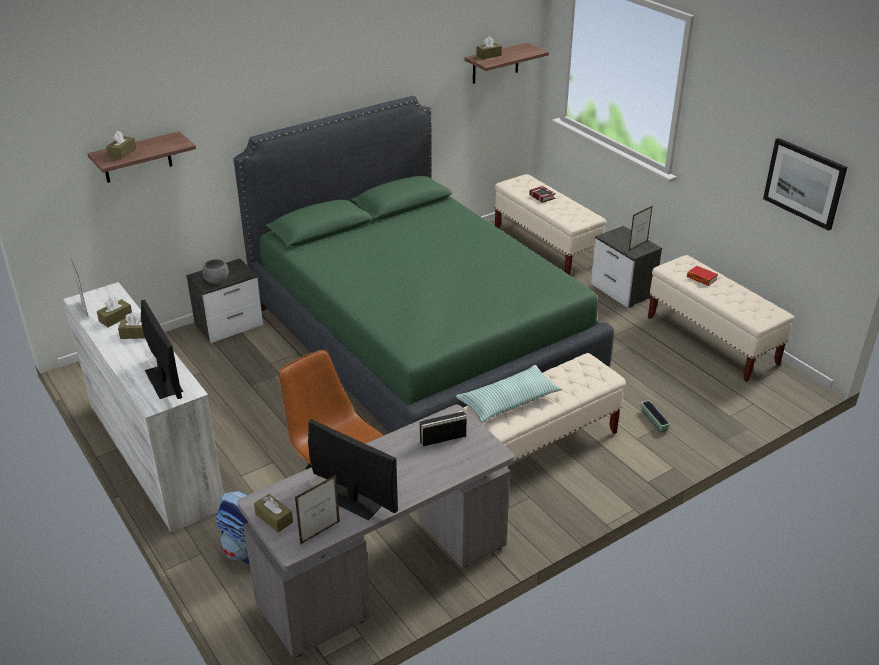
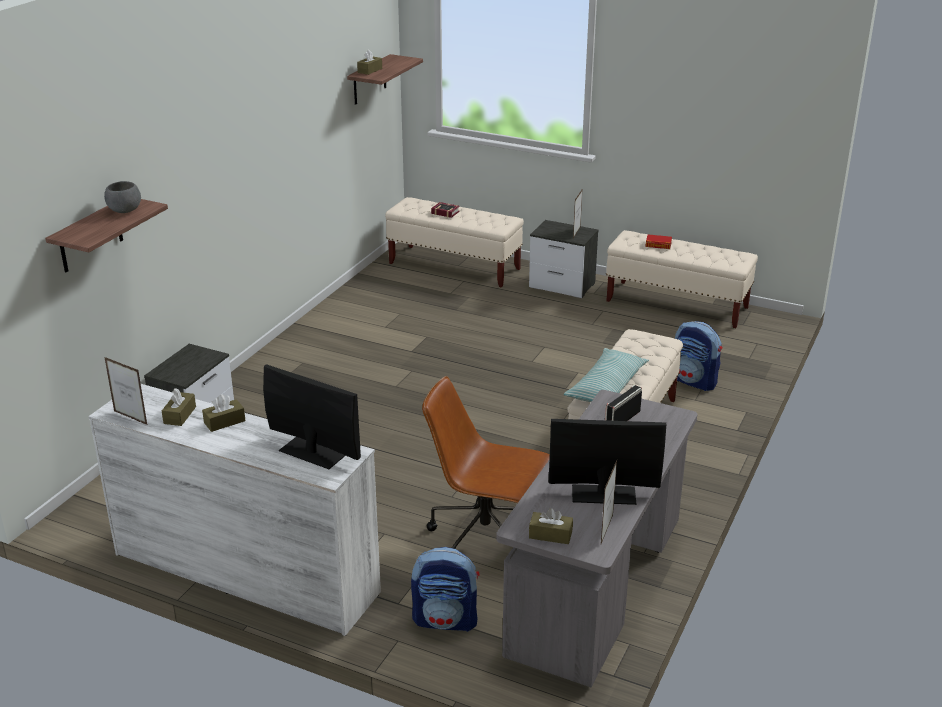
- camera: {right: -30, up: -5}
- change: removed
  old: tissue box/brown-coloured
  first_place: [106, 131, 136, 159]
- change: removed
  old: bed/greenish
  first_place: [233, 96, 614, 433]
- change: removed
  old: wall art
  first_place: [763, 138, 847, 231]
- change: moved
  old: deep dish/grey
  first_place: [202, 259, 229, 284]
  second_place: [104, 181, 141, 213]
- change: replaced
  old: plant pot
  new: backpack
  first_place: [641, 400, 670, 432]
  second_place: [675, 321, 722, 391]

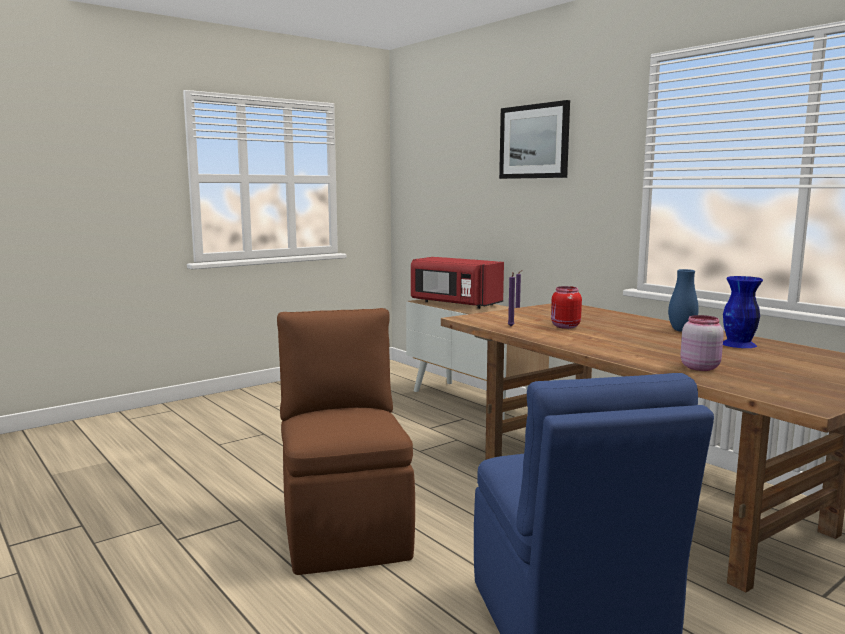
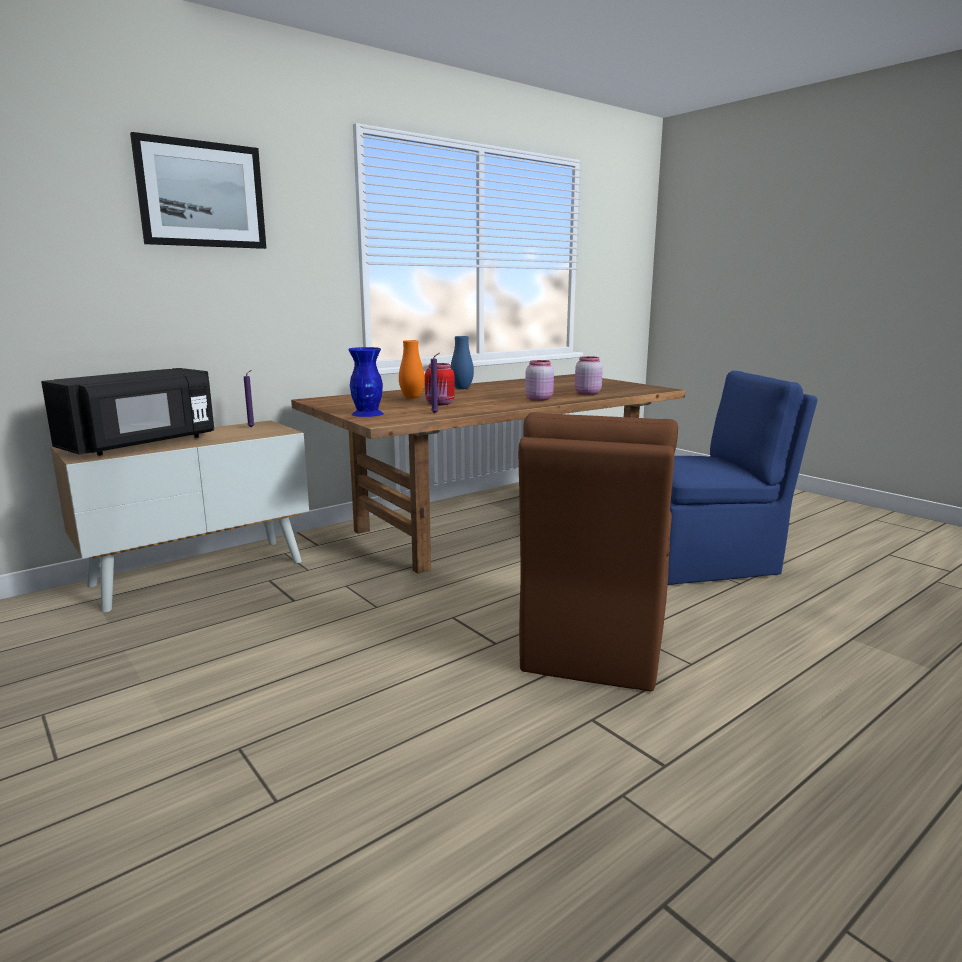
- camera: {right: -90, up: 5}
- change: added
  new: vase/orange
  second_place: [399, 340, 425, 398]
- change: added
  new: preserve jar/pinkish
  second_place: [525, 360, 554, 401]
- change: moved
  old: vase/bluish
  first_place: [723, 276, 763, 348]
  second_place: [348, 347, 384, 417]
- change: recoloured
  old: microwave oven/reddish
  new: microwave oven/black
  first_place: [411, 257, 504, 309]
  second_place: [41, 368, 214, 456]
- change: turned
  old: plain chair/brown-coloured
  first_place: [277, 308, 415, 575]
  second_place: [518, 412, 678, 691]
  degrees: -60

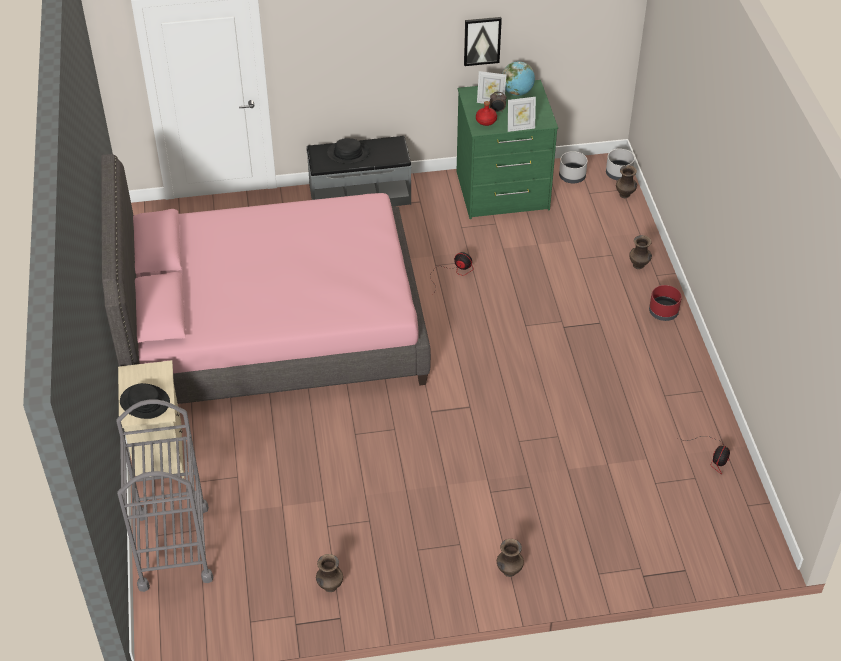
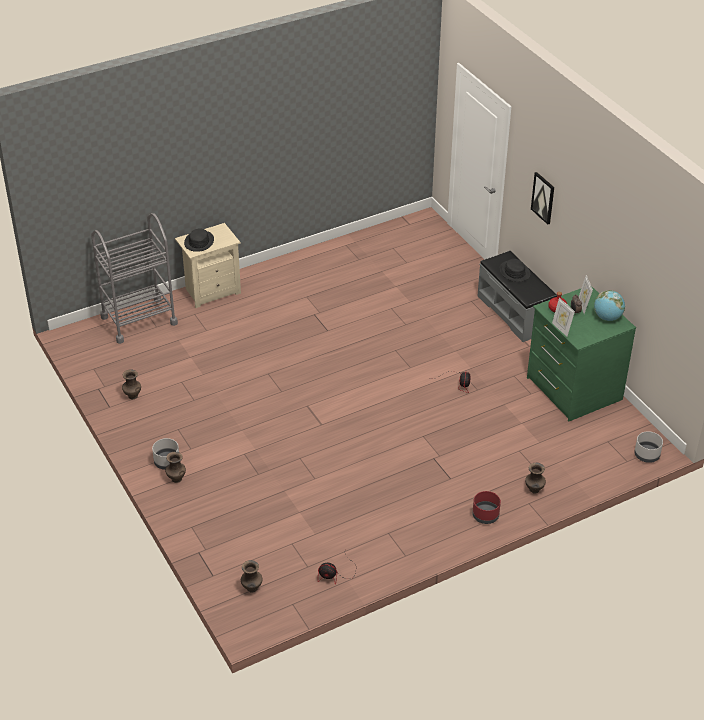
- camera: {right: 70, up: -5}
- change: removed
  old: bed/pinkish
  first_place: [101, 154, 431, 404]
- change: moved
  old: wall art
  first_place: [464, 17, 502, 66]
  second_place: [531, 172, 554, 224]
- change: moved
  old: plant pot/grey
  first_place: [559, 151, 588, 183]
  second_place: [152, 438, 179, 470]
- change: moved
  old: vase/brown-coloured
  first_place: [616, 165, 637, 198]
  second_place: [241, 560, 262, 593]

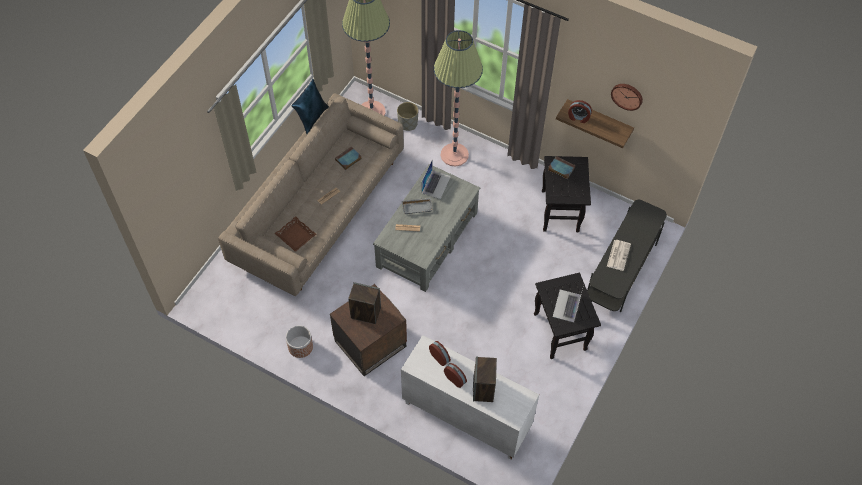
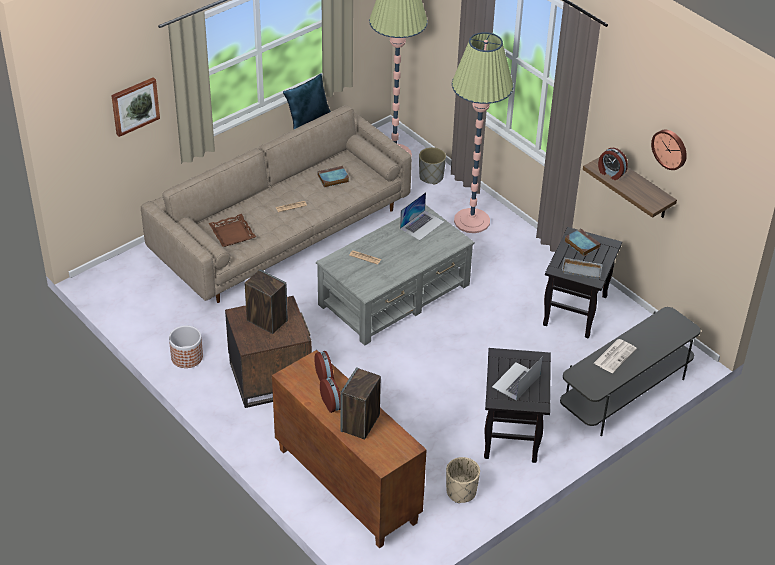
- camera: {right: 20, up: -15}
- change: added
  new: wall art
  second_place: [111, 77, 160, 137]
- change: added
  new: plant pot/sand-coloured
  second_place: [446, 457, 480, 503]
- change: moved
  old: carrying tray/grey
  first_place: [402, 198, 433, 214]
  second_place: [562, 257, 603, 279]
- change: recoloured
  old: storage cabinet/whitish
  new: storage cabinet/brown-coloured
  first_place: [401, 335, 539, 460]
  second_place: [272, 350, 427, 548]

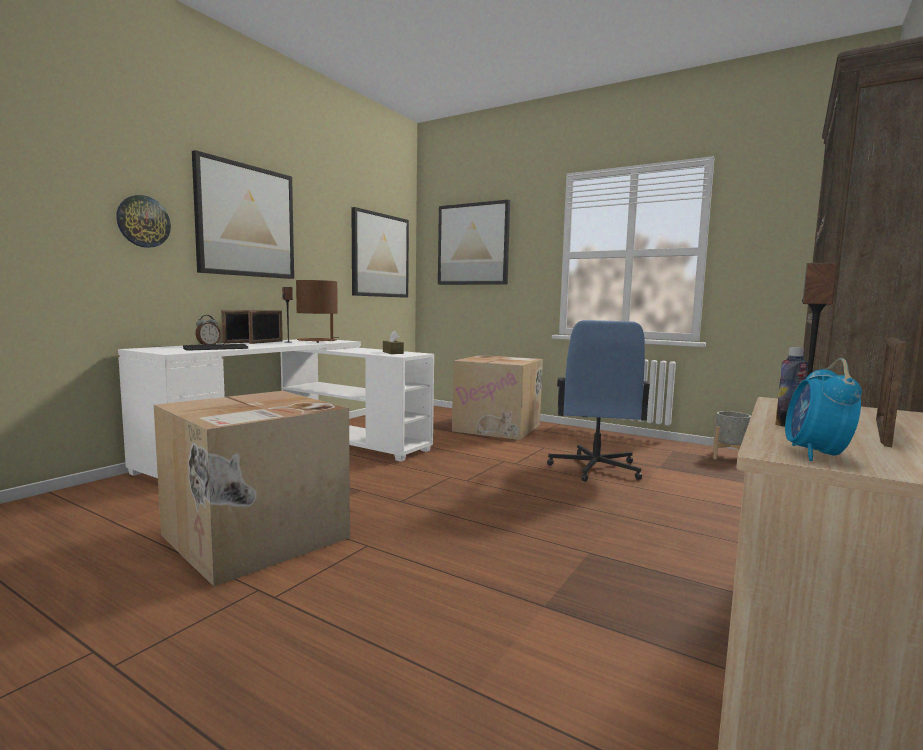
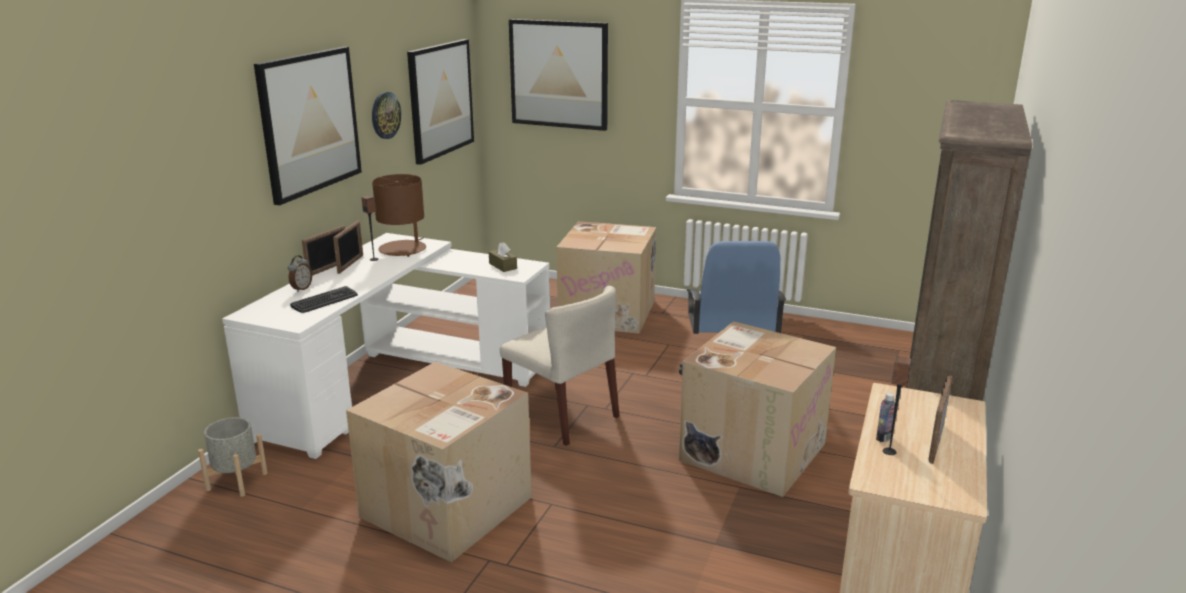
- camera: {right: -10, up: 15}
- change: removed
  old: bedside clock
  first_place: [785, 358, 862, 461]
- change: added
  new: plain chair/sand-coloured
  second_place: [500, 286, 620, 446]
- change: added
  new: packing box
  second_place: [678, 321, 836, 497]
- change: moved
  old: wall clock
  first_place: [116, 195, 171, 248]
  second_place: [372, 92, 401, 139]
- change: moved
  old: plant pot/grey
  first_place: [713, 411, 751, 459]
  second_place: [198, 417, 268, 497]

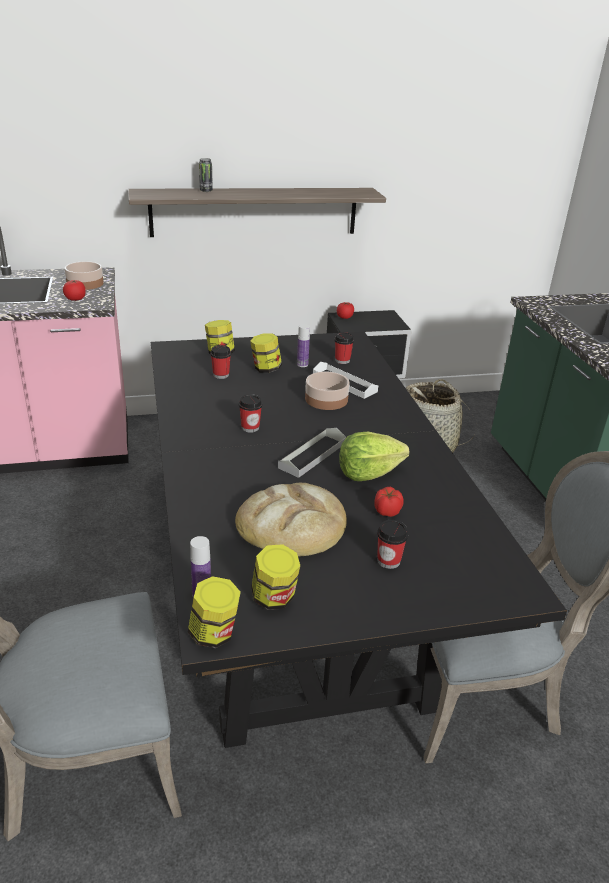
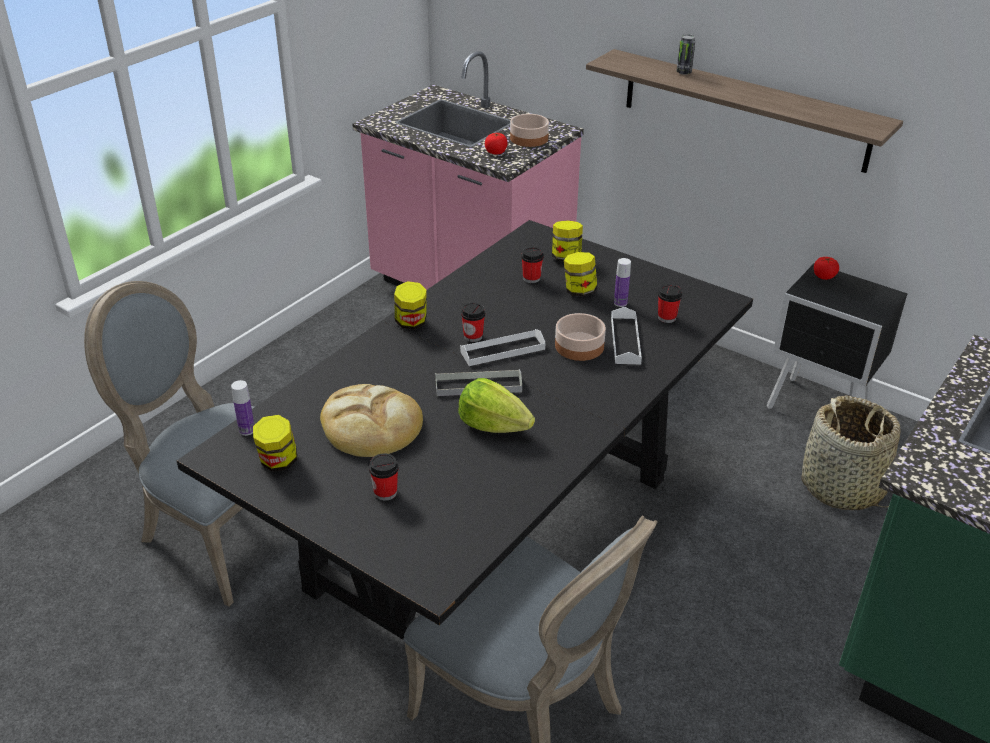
- camera: {right: 50, up: 5}
- change: removed
  old: fresh tomato
  first_place: [374, 487, 404, 517]
- change: added
  new: carrying tray/whitish
  second_place: [460, 329, 546, 366]
- change: moved
  old: preserve jar
  first_place: [188, 576, 241, 648]
  second_place: [394, 281, 427, 330]

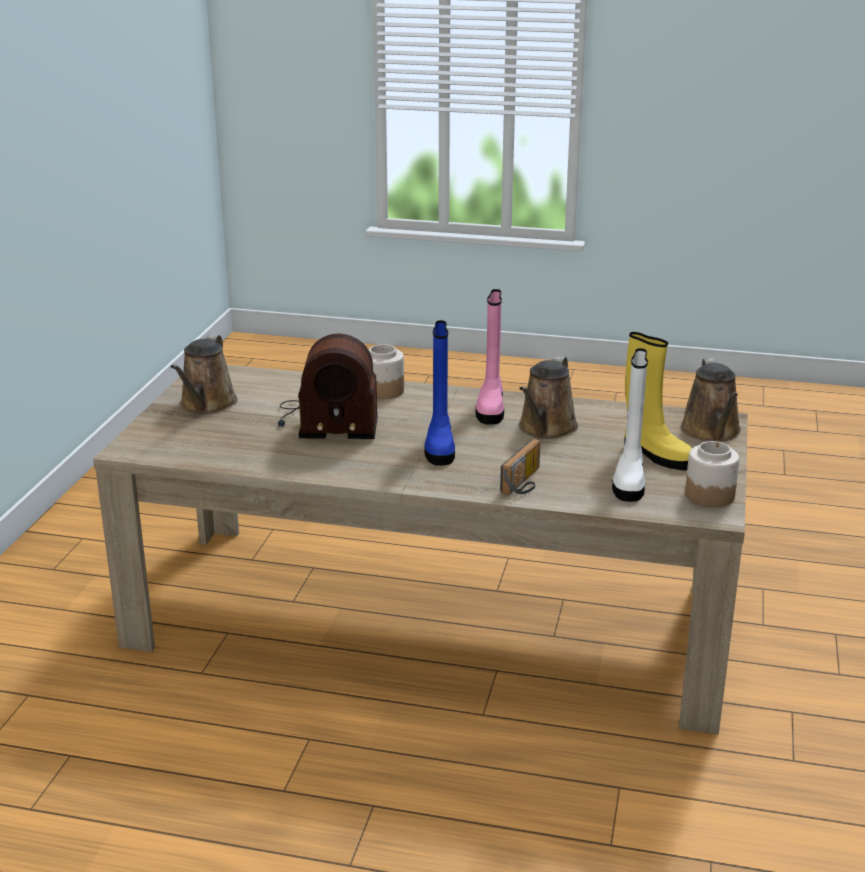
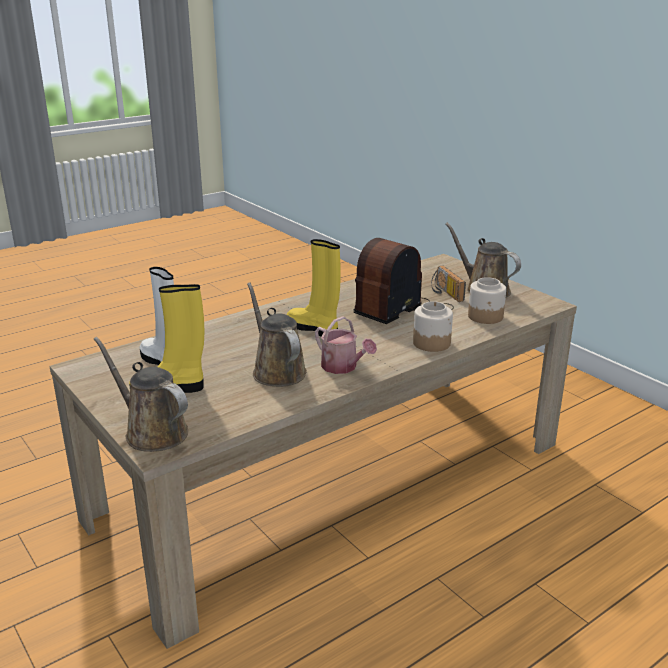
- camera: {right: 130, up: 0}
- change: moved
  old: radio set
  first_place: [500, 439, 541, 495]
  second_place: [431, 266, 466, 302]
- change: moved
  old: preserve jar
  first_place: [685, 441, 739, 507]
  second_place: [468, 277, 506, 324]
- change: replaced
  old: tall boot/pinkish
  new: sprinkling can
  first_place: [476, 289, 504, 425]
  second_place: [315, 316, 377, 374]
- change: recoloured
  old: tall boot/bluish
  new: tall boot/yellow
  first_place: [424, 320, 455, 466]
  second_place: [286, 239, 341, 337]

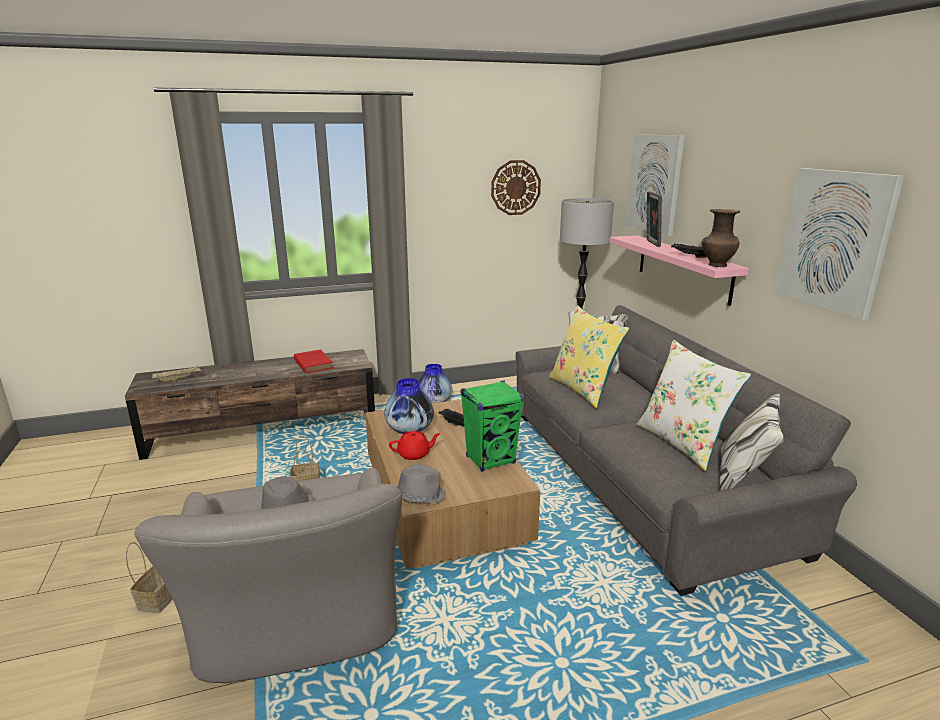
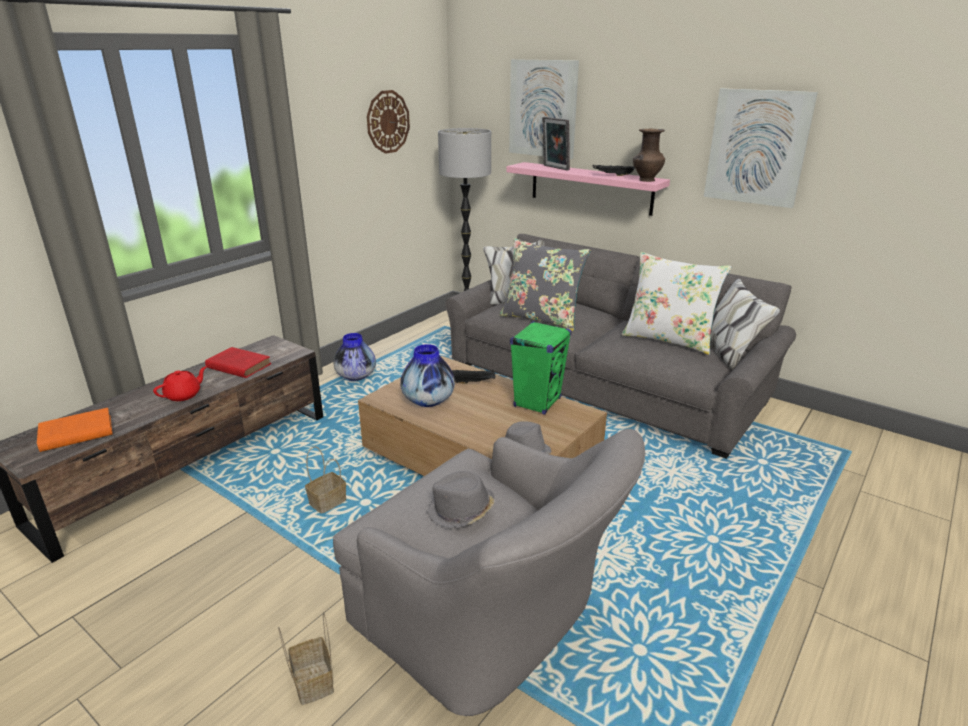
- camera: {right: -35, up: 5}
- change: moved
  old: teapot/reddish
  first_place: [389, 431, 441, 460]
  second_place: [153, 366, 207, 401]
- change: replaced
  old: carrying tray/sand-coloured
  new: volume/orange
  first_place: [152, 365, 201, 382]
  second_place: [37, 408, 113, 452]
- change: recoloured
  old: cushion/yellow
  new: cushion/grey
  first_place: [549, 305, 629, 408]
  second_place: [499, 238, 591, 331]

